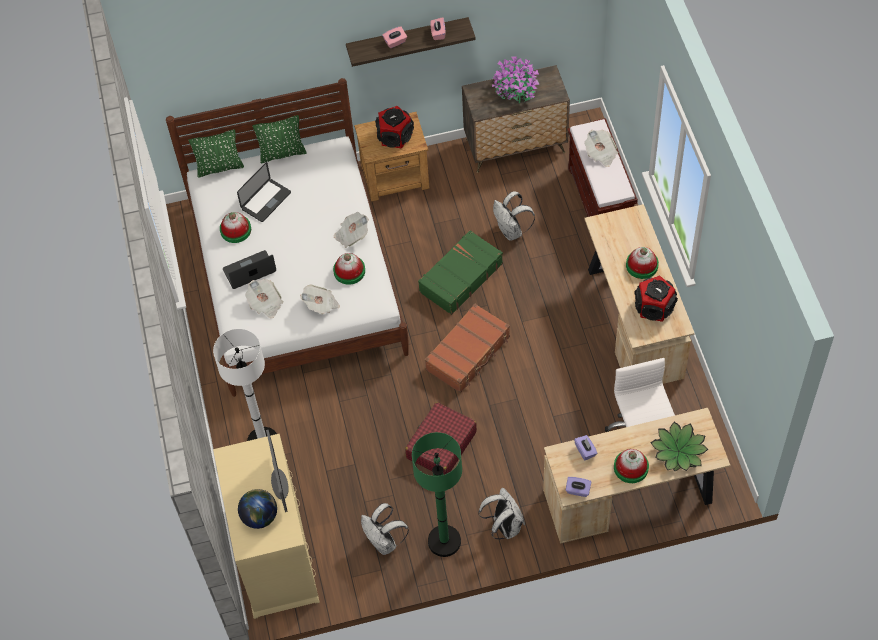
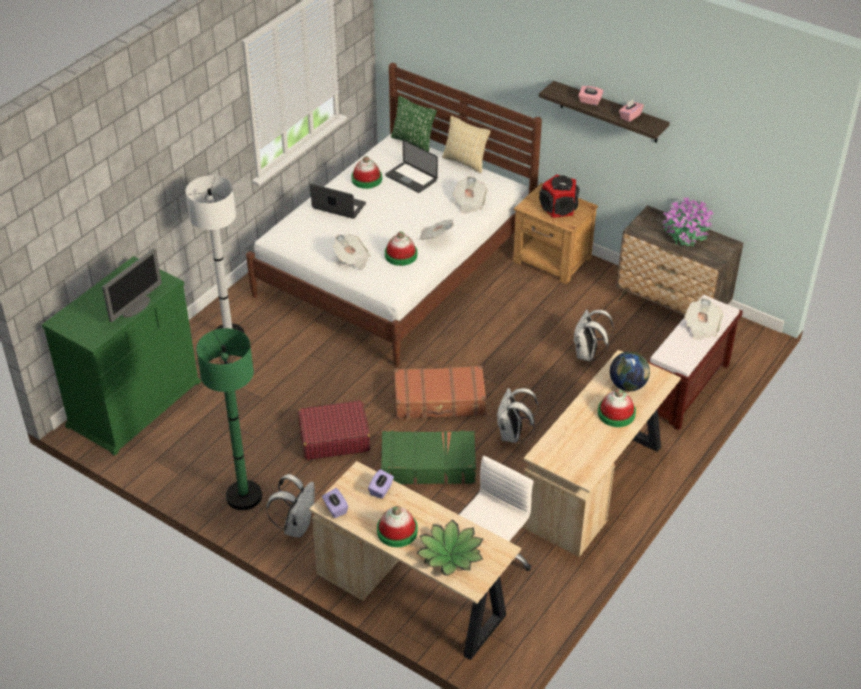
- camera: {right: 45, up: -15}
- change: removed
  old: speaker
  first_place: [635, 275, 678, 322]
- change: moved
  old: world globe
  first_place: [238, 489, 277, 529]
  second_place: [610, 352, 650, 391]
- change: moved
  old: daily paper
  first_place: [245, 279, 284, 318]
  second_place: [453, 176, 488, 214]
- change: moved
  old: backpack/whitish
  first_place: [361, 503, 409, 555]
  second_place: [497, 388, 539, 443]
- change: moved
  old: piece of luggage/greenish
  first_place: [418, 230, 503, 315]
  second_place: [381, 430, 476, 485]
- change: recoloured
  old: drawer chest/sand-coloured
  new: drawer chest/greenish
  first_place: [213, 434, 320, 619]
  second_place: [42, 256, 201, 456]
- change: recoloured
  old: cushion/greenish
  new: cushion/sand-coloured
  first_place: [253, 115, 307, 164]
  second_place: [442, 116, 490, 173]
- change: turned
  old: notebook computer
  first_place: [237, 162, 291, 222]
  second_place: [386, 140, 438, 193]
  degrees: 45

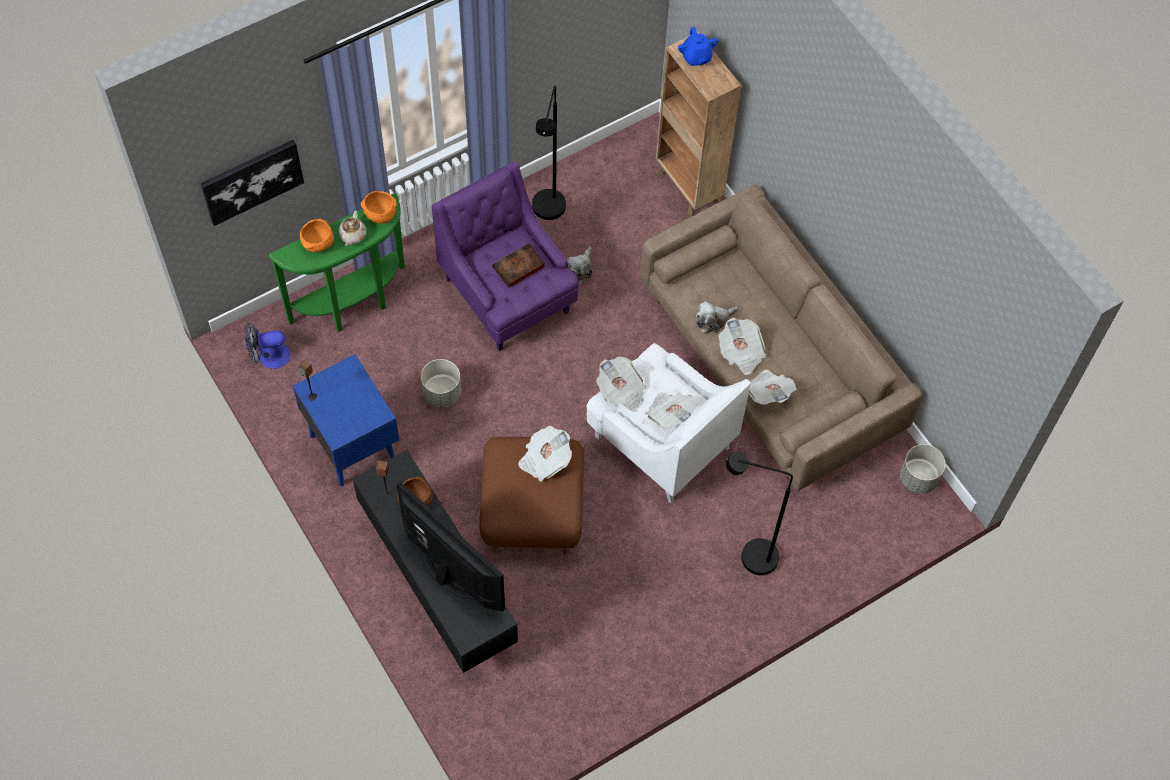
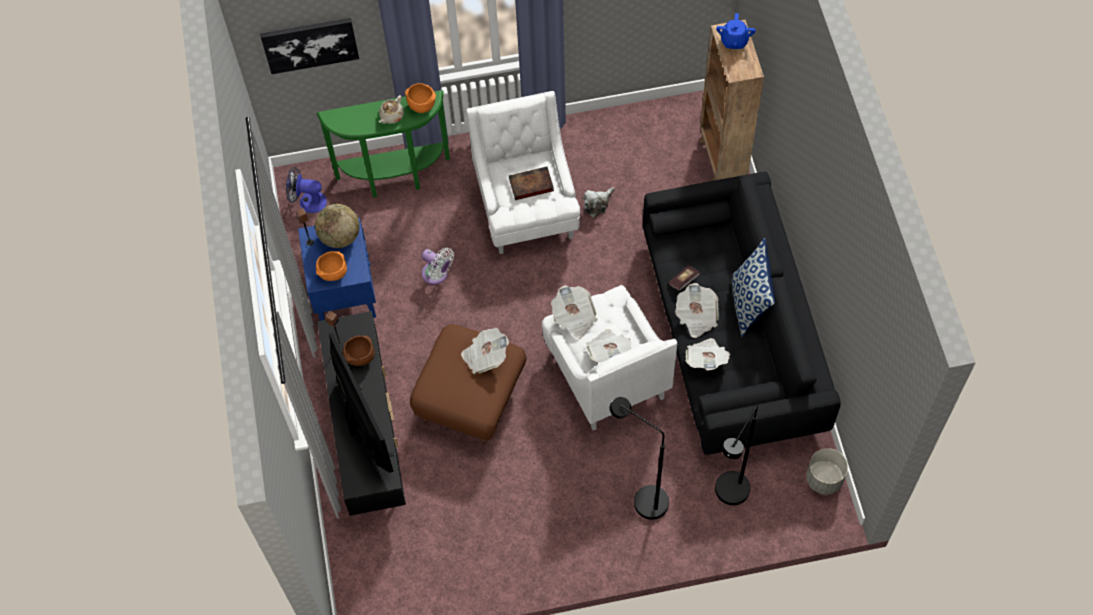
- camera: {right: 25, up: 0}
- change: added
  new: world globe
  second_place: [315, 204, 360, 248]
- change: added
  new: cushion
  second_place: [732, 238, 775, 337]
- change: moved
  old: deep dish/orange
  first_place: [300, 218, 334, 253]
  second_place: [316, 251, 347, 281]
- change: moved
  old: standard lamp/black
  first_place: [532, 86, 566, 220]
  second_place: [715, 406, 758, 505]
- change: replaced
  old: plant pot/grey
  new: fan/whitish
  first_place: [421, 359, 461, 408]
  second_place: [421, 248, 454, 285]
- change: replaced
  old: plush toy
  new: volume
  first_place: [696, 301, 738, 334]
  second_place: [669, 265, 700, 291]
- change: recoloured
  old: easy chair/purplish
  new: easy chair/whitish
  first_place: [432, 161, 579, 351]
  second_place: [467, 91, 580, 254]
- change: recoloured
  old: sofa/sand-coloured
  new: sofa/black
  first_place: [640, 184, 923, 491]
  second_place: [643, 171, 841, 455]

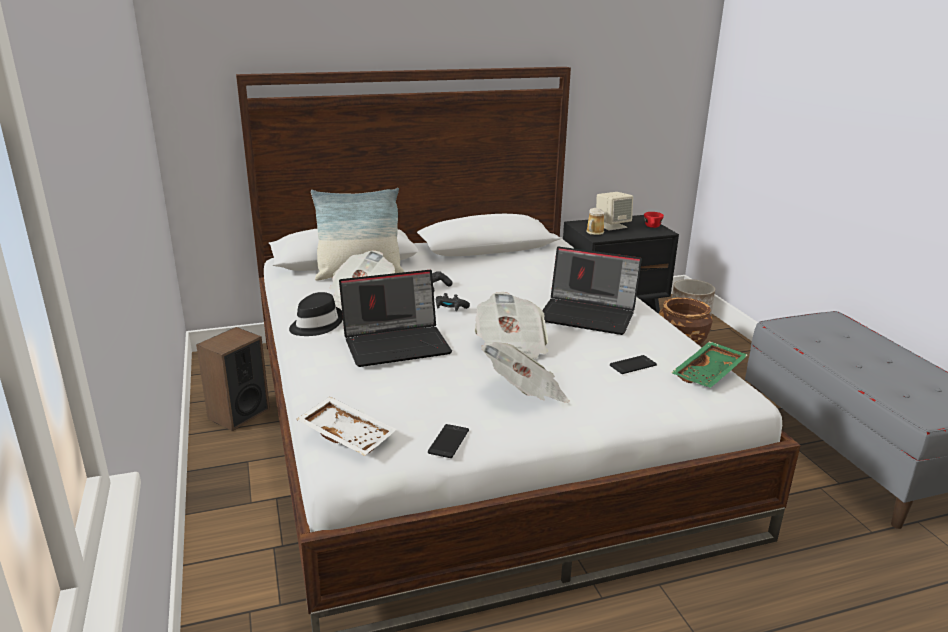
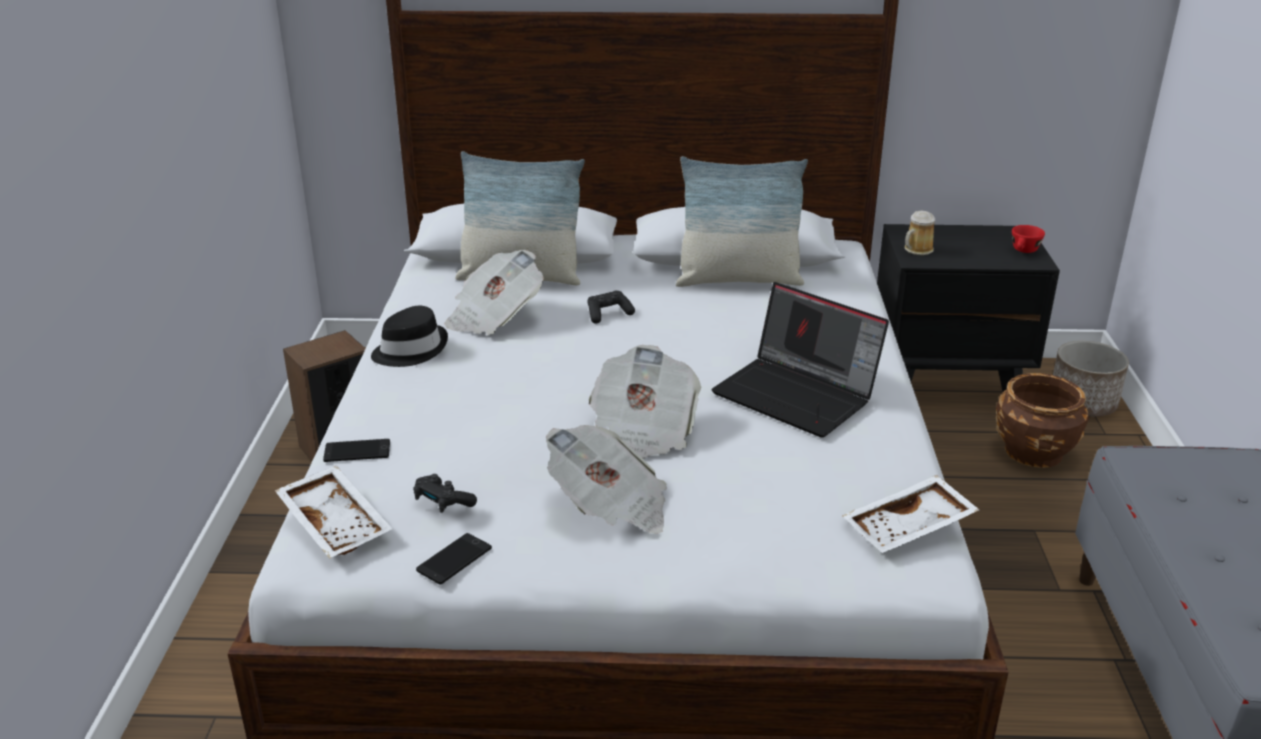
- camera: {right: 20, up: 5}
- change: removed
  old: notebook computer
  first_place: [339, 270, 452, 367]
- change: removed
  old: speaker/sand-coloured
  first_place: [596, 192, 633, 230]
- change: added
  new: cushion
  second_place: [676, 156, 808, 287]
- change: moved
  old: joypad/black
  first_place: [436, 293, 470, 311]
  second_place: [413, 474, 477, 513]
- change: moved
  old: telephone
  first_place: [610, 355, 657, 374]
  second_place: [323, 439, 390, 462]
- change: recoloured
  old: carrying tray/greenish
  new: carrying tray/whitish
  first_place: [671, 341, 748, 388]
  second_place: [842, 475, 979, 553]

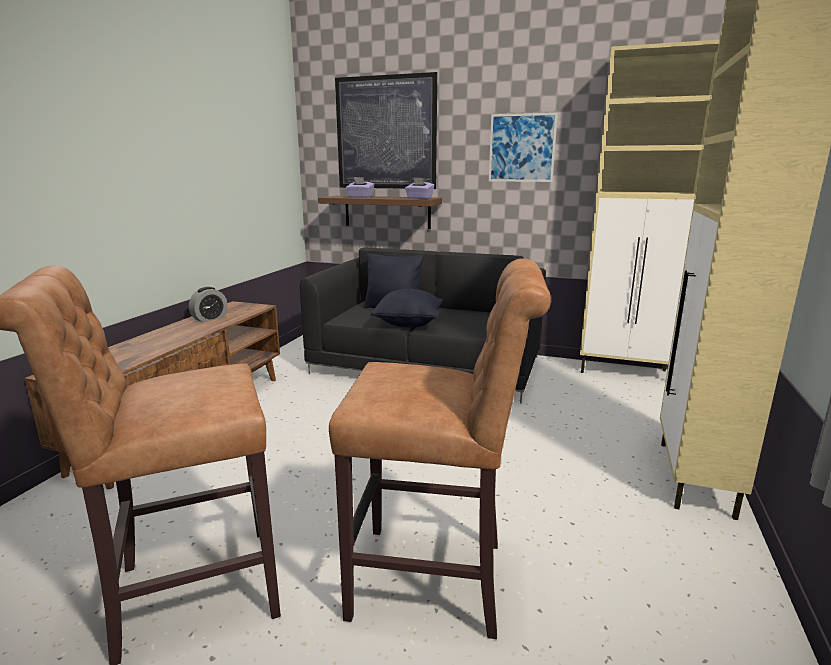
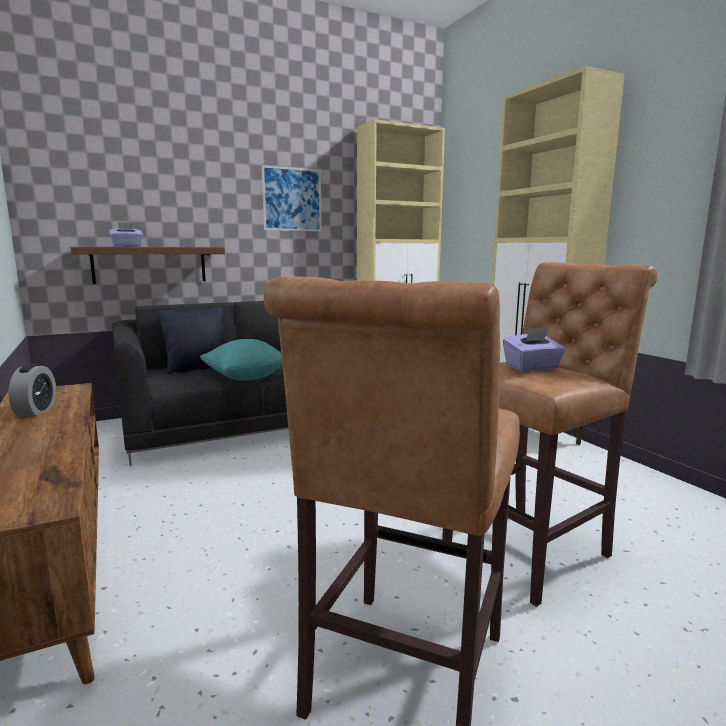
- camera: {right: -45, up: -5}
- change: removed
  old: wall art
  first_place: [335, 72, 437, 189]
- change: moved
  old: tissue box/purplish
  first_place: [405, 177, 434, 199]
  second_place: [503, 328, 566, 371]
- change: recoloured
  old: cushion/black
  new: cushion/turquoise-coloured
  first_place: [370, 289, 443, 327]
  second_place: [200, 339, 282, 380]

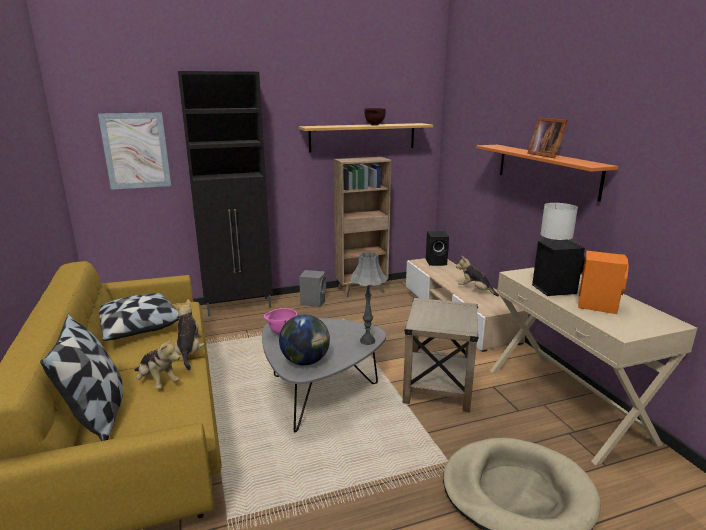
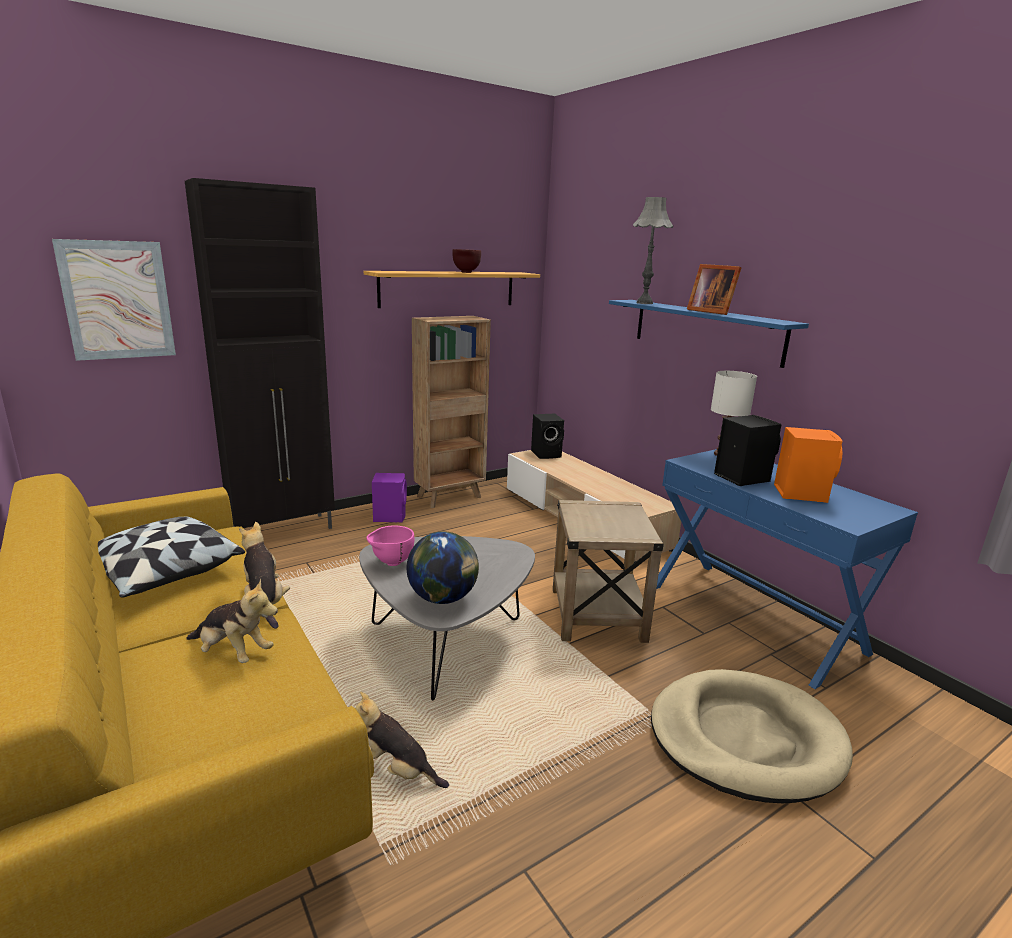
- camera: {right: -15, up: 0}
- change: removed
  old: cushion
  first_place: [40, 314, 123, 441]
- change: moved
  old: lamp for a table/grey
  first_place: [350, 252, 387, 345]
  second_place: [633, 197, 673, 304]
- change: moved
  old: plush toy
  first_place: [456, 256, 499, 296]
  second_place: [355, 692, 449, 788]
- change: recoloured
  old: speaker/grey
  new: speaker/purplish
  first_place: [299, 270, 326, 307]
  second_place: [372, 473, 407, 523]
- change: recoloured
  old: wall shelf/orange
  new: wall shelf/bluish
  first_place: [476, 145, 619, 202]
  second_place: [609, 300, 809, 368]
- change: recoloured
  old: hall table/sand-coloured
  new: hall table/bluish
  first_place: [490, 267, 698, 465]
  second_place: [656, 449, 918, 689]

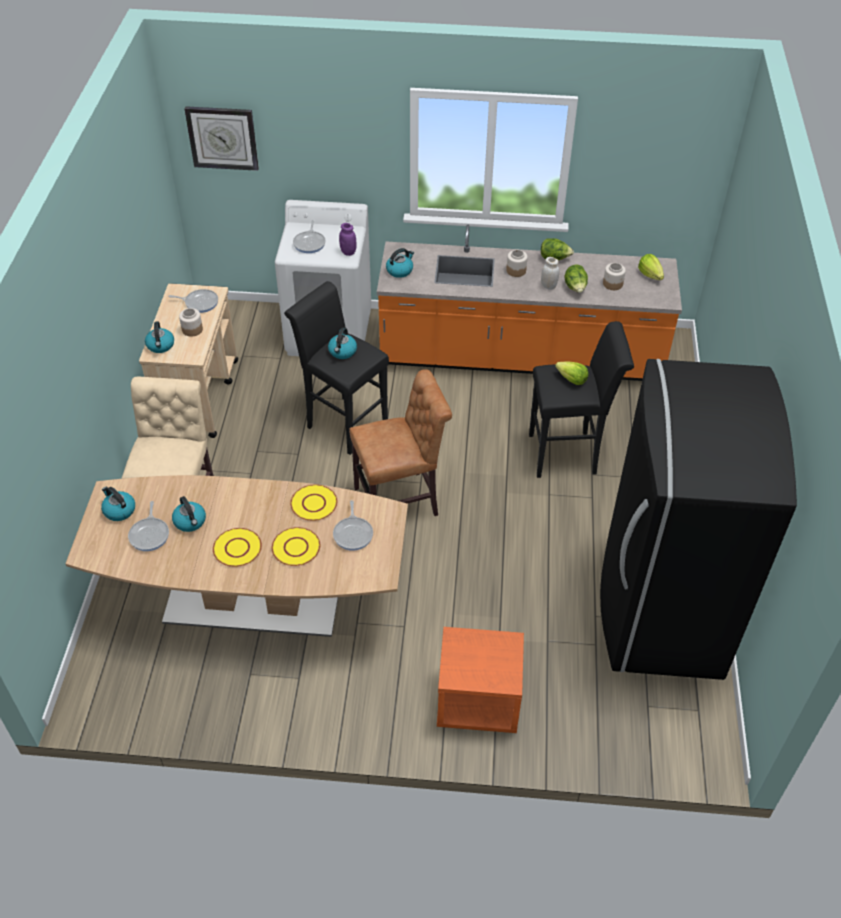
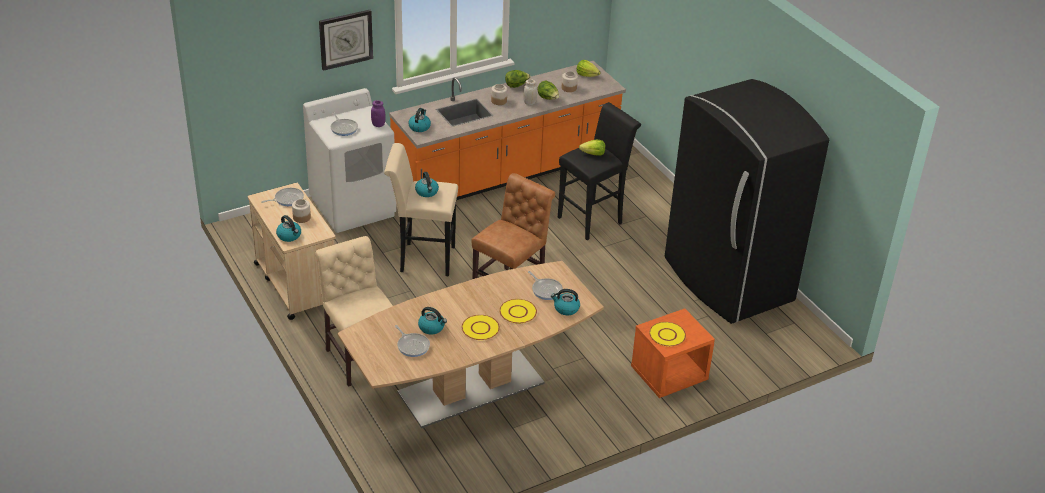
- camera: {right: -35, up: -10}
- change: moved
  old: water kettle
  first_place: [101, 487, 135, 521]
  second_place: [551, 289, 580, 315]
- change: moved
  old: wall clock
  first_place: [184, 106, 259, 171]
  second_place: [319, 10, 373, 71]
- change: moved
  old: flat dish/yellow
  first_place: [290, 484, 337, 521]
  second_place: [649, 322, 686, 347]
- change: recoloured
  old: stool/black
  new: stool/sand-coloured
  first_place: [284, 281, 389, 455]
  second_place: [384, 143, 458, 276]

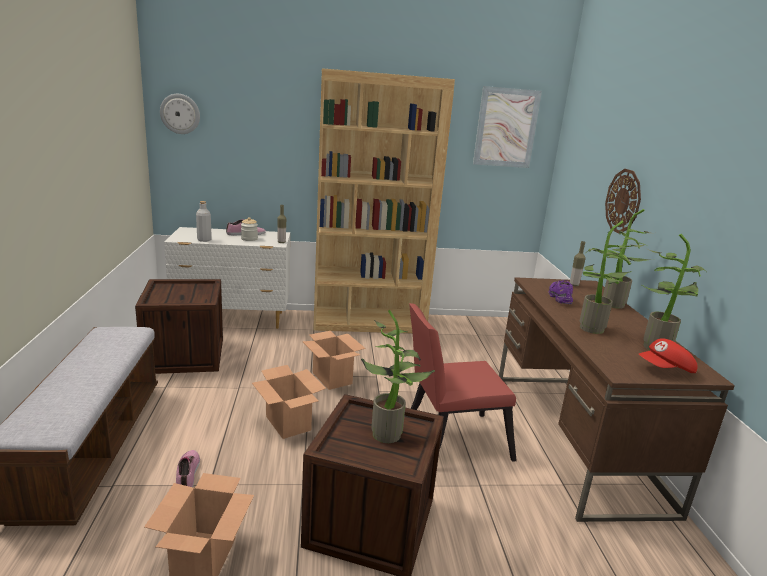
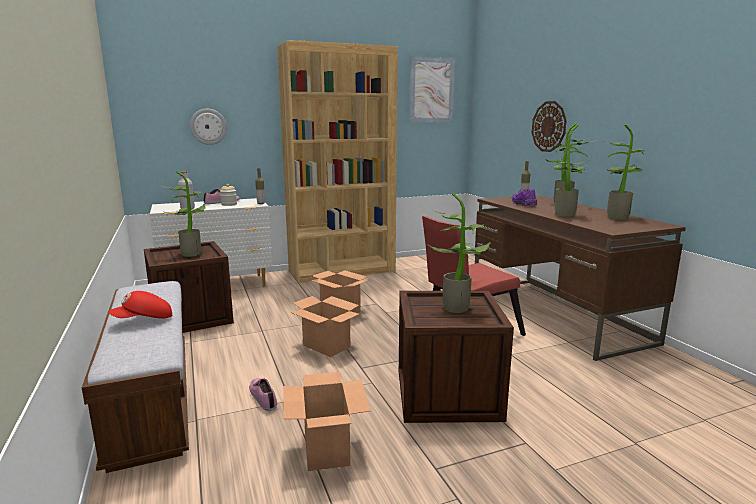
- camera: {right: -15, up: -5}
- change: added
  new: potted plant
  second_place: [161, 171, 206, 257]
- change: moved
  old: wall clock
  first_place: [160, 94, 200, 134]
  second_place: [190, 109, 227, 145]
- change: moved
  old: baseball cap/reddish
  first_place: [639, 338, 698, 373]
  second_place: [109, 291, 172, 318]

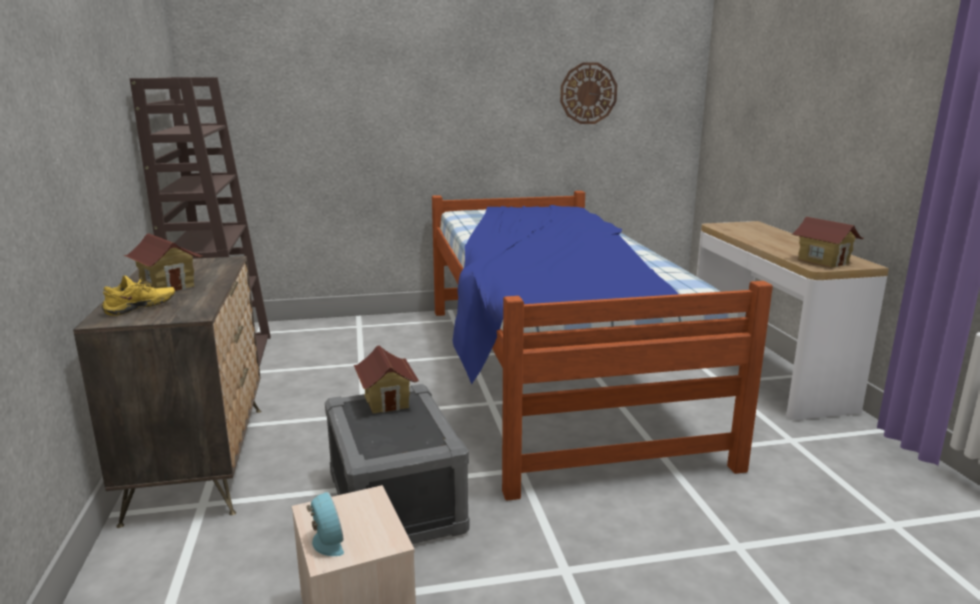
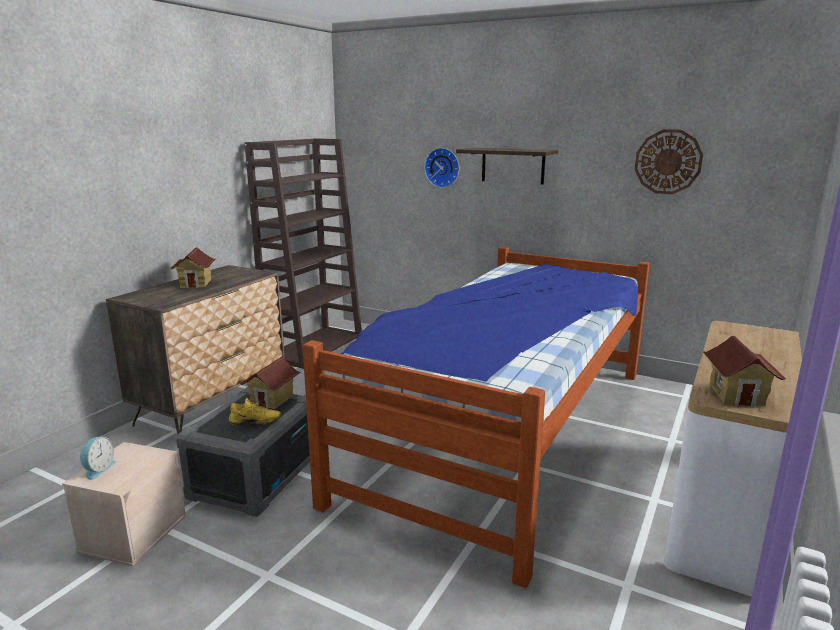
- camera: {right: 40, up: 0}
- change: added
  new: wall clock
  second_place: [424, 148, 459, 188]
- change: added
  new: wall shelf
  second_place: [456, 148, 558, 185]
- change: moved
  old: item of footwear/yellow
  first_place: [101, 275, 175, 316]
  second_place: [229, 398, 281, 426]

